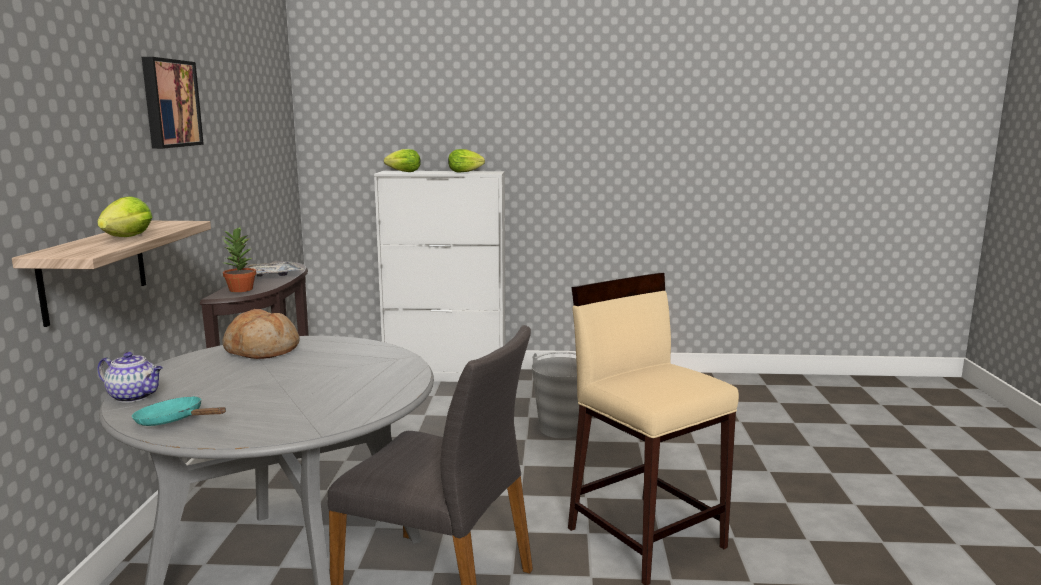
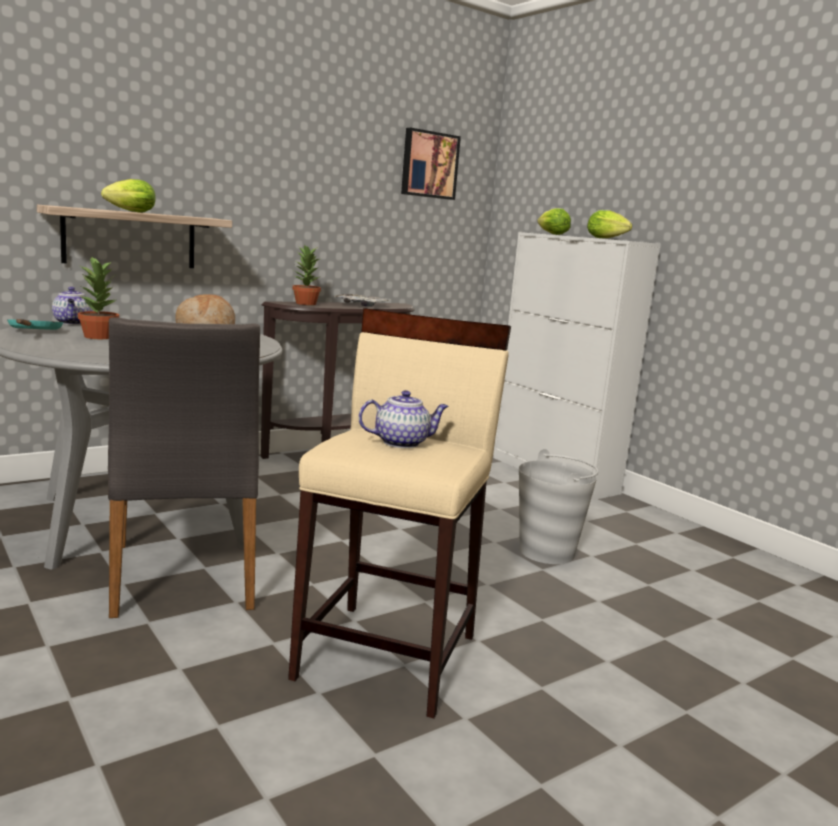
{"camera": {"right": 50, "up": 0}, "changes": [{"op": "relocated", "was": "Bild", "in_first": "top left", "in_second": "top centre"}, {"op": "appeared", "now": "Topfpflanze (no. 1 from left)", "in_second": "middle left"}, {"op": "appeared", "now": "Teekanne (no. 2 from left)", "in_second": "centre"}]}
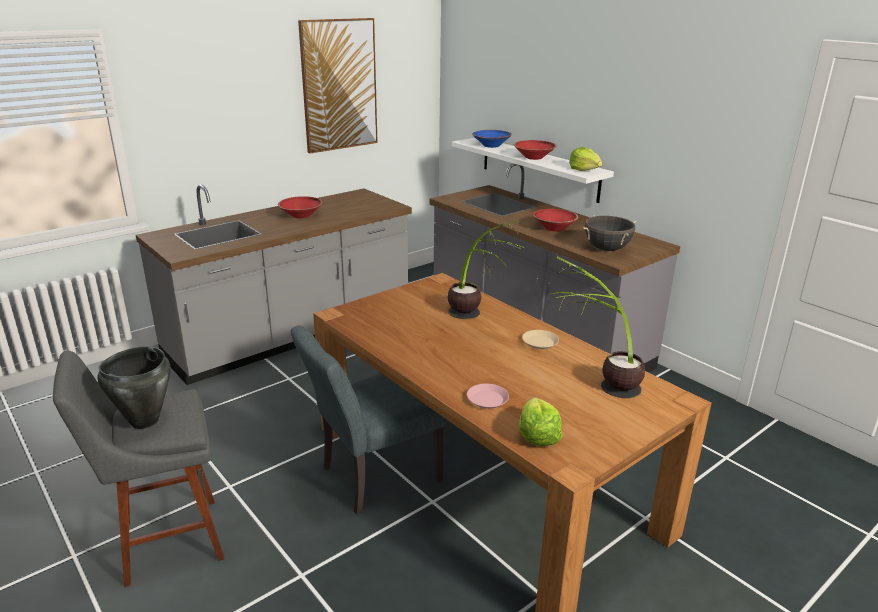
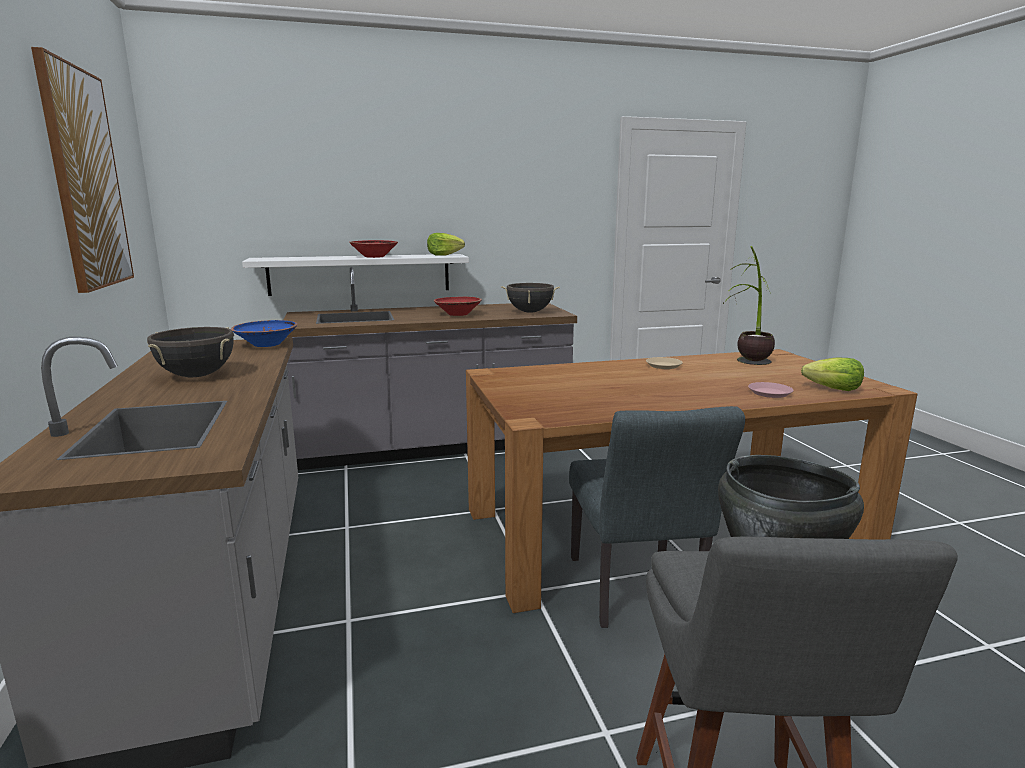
{"camera": {"right": -65, "up": -10}, "changes": [{"op": "exchanged", "was": "Schüssel/rot (no. 1 from left)", "now": "Kochtopf/schwarz (no. 1 from left)", "in_first": "centre", "in_second": "middle left"}, {"op": "missing", "was": "Topfpflanze (no. 1 from left)", "in_first": "centre"}, {"op": "relocated", "was": "Schüssel/blau", "in_first": "top centre", "in_second": "middle left"}]}
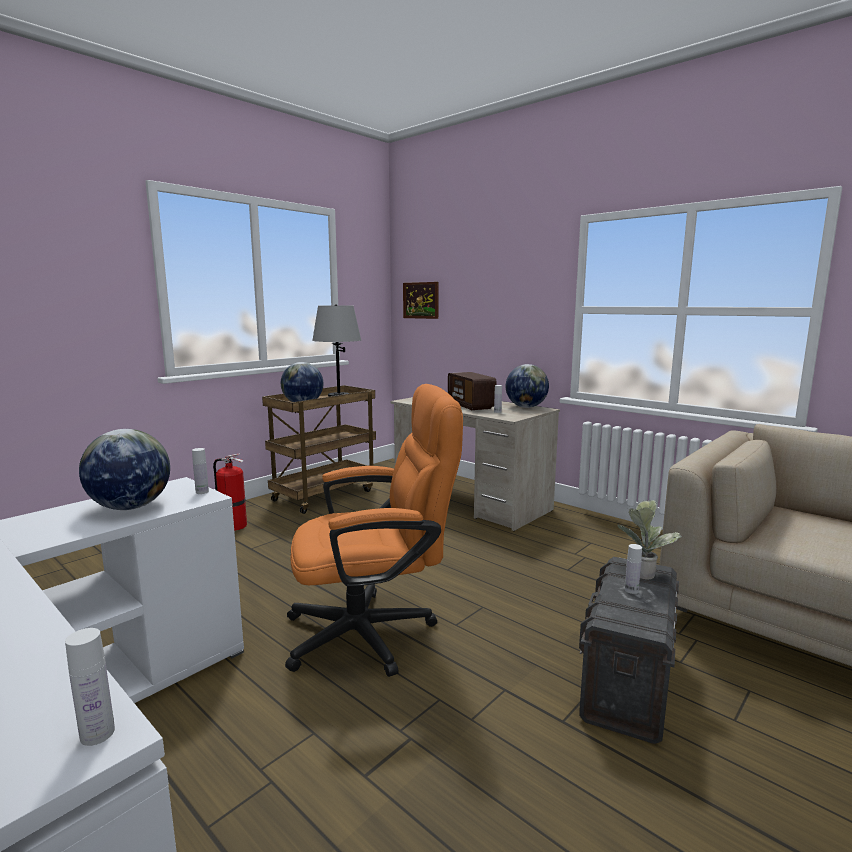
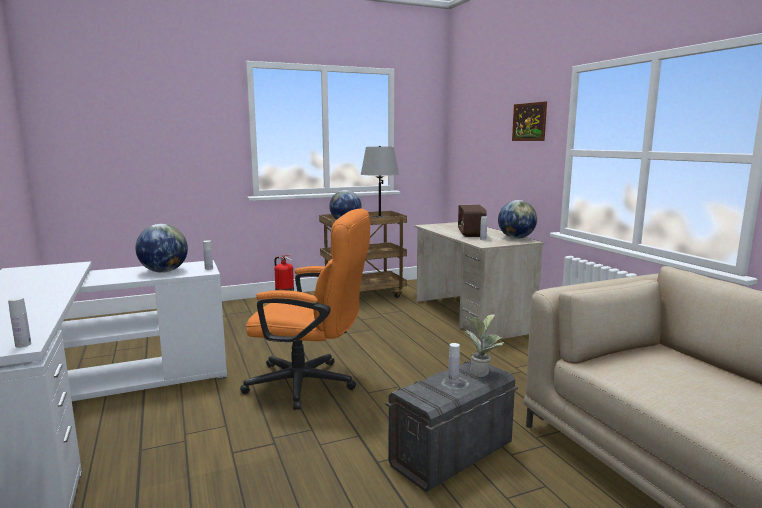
{"camera": {"right": 25, "up": 0}, "changes": [{"op": "relocated", "was": "Bild", "in_first": "centre", "in_second": "top right"}]}
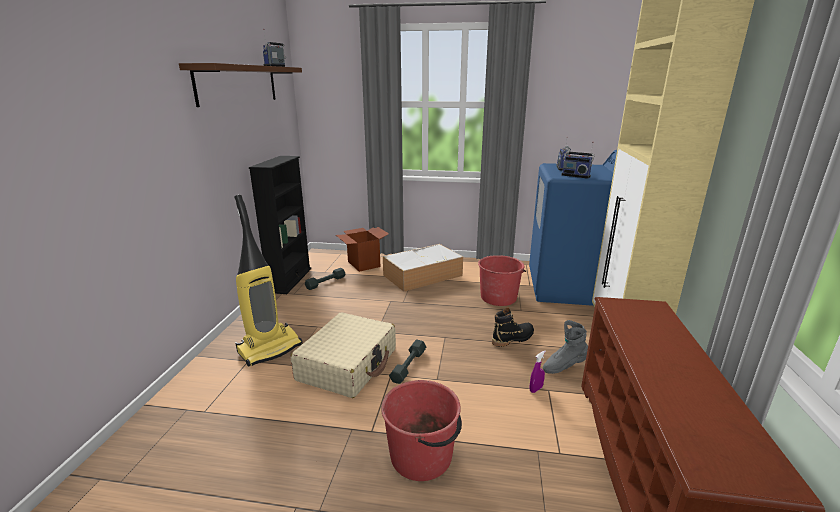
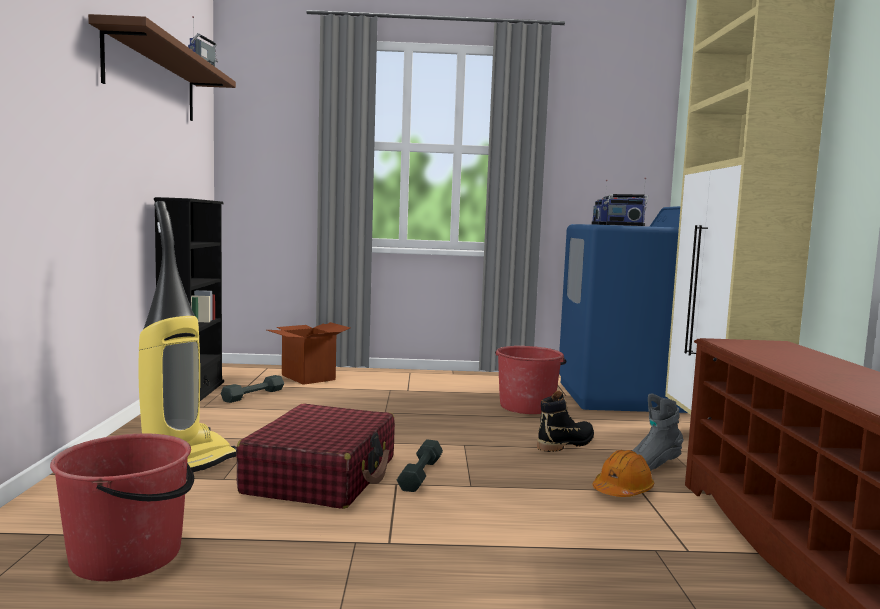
{"camera": {"right": -10, "up": -15}, "changes": [{"op": "colour", "was": "Koffer/beige", "now": "Koffer/rot", "in_first": "bottom centre", "in_second": "bottom centre"}, {"op": "relocated", "was": "Eimer/rot (no. 1 from left)", "in_first": "bottom centre", "in_second": "bottom left"}, {"op": "missing", "was": "Aufbewahrungsbox", "in_first": "centre"}, {"op": "exchanged", "was": "Sprühflasche/lila", "now": "Schutzhelm/orange", "in_first": "bottom centre", "in_second": "bottom right"}]}
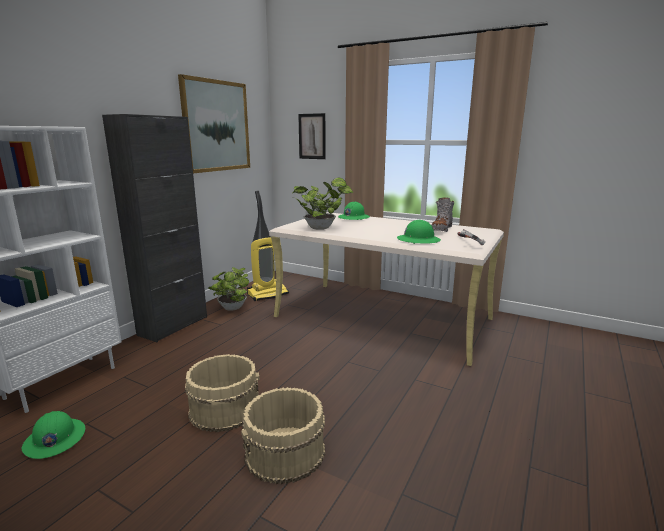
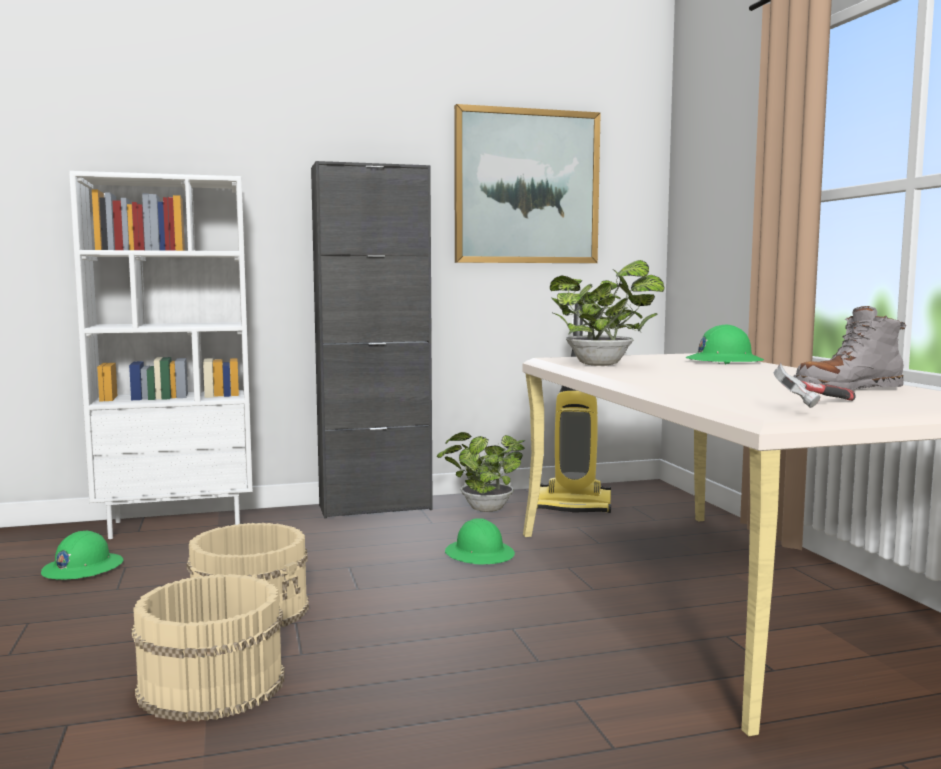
{"camera": {"right": 45, "up": -10}, "changes": [{"op": "missing", "was": "Bild (no. 2 from left)", "in_first": "top centre"}, {"op": "relocated", "was": "Schutzhelm/grün (no. 3 from left in the first image)", "now": "Schutzhelm/grün (no. 2 from left)", "in_first": "centre", "in_second": "bottom centre"}]}
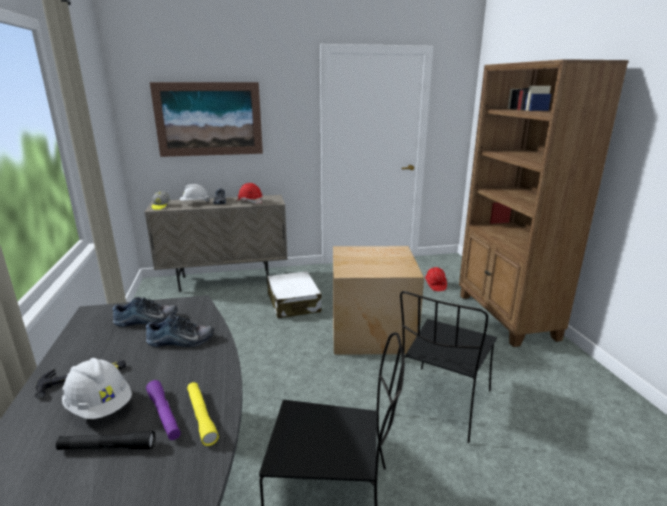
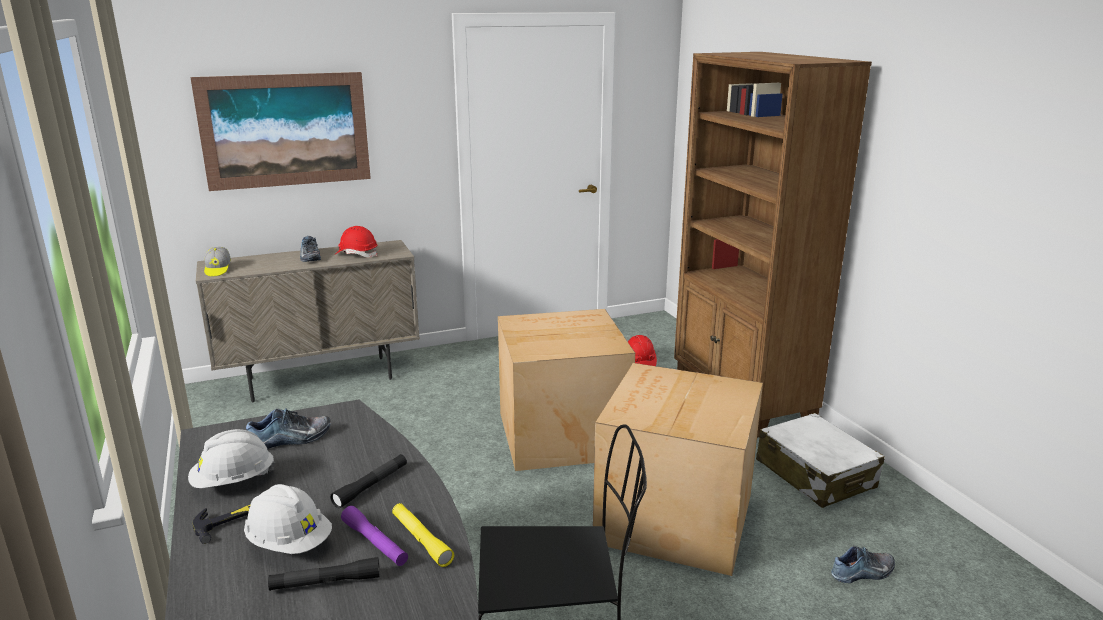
{"camera": {"right": -10, "up": 0}, "changes": [{"op": "relocated", "was": "Schuh (no. 2 from left in the first image)", "now": "Schuh (no. 3 from left)", "in_first": "middle left", "in_second": "bottom right"}, {"op": "relocated", "was": "Schutzhelm/weiß (no. 2 from left in the first image)", "now": "Schutzhelm/weiß (no. 1 from left)", "in_first": "middle left", "in_second": "bottom left"}, {"op": "relocated", "was": "Koffer/weiß", "in_first": "centre", "in_second": "bottom right"}, {"op": "exchanged", "was": "Stuhl/schwarz (no. 2 from left)", "now": "Karton (no. 2 from left)", "in_first": "bottom right", "in_second": "bottom centre"}, {"op": "appeared", "now": "Taschenlampe/schwarz (no. 2 from left)", "in_second": "bottom centre"}]}
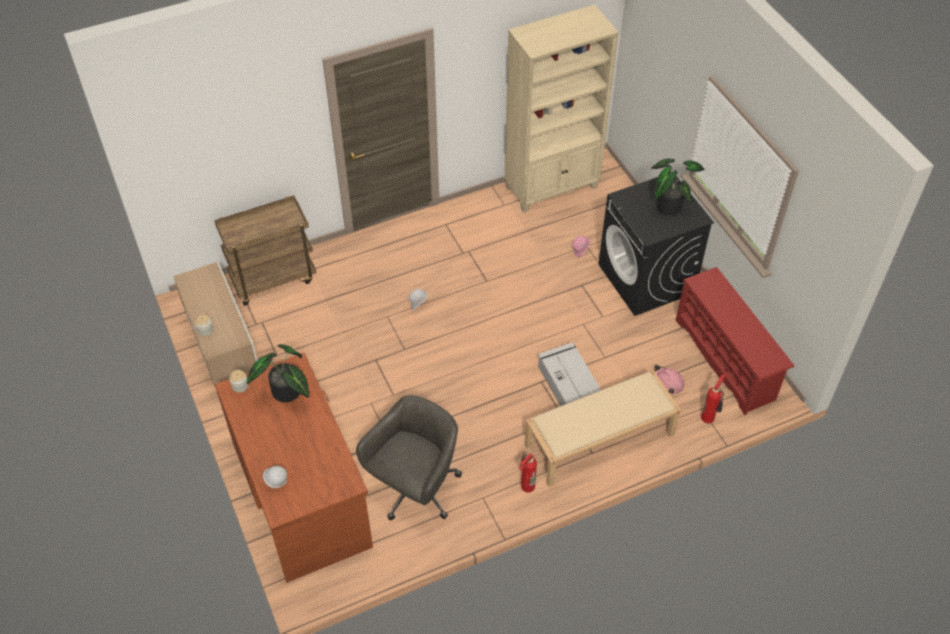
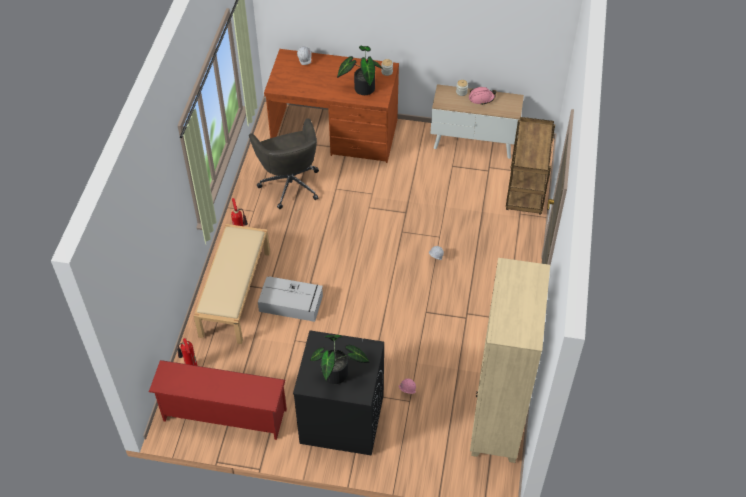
{"camera": {"right": 125, "up": 0}, "changes": [{"op": "relocated", "was": "Schutzhelm/rosa (no. 2 from left)", "in_first": "middle right", "in_second": "top centre"}]}
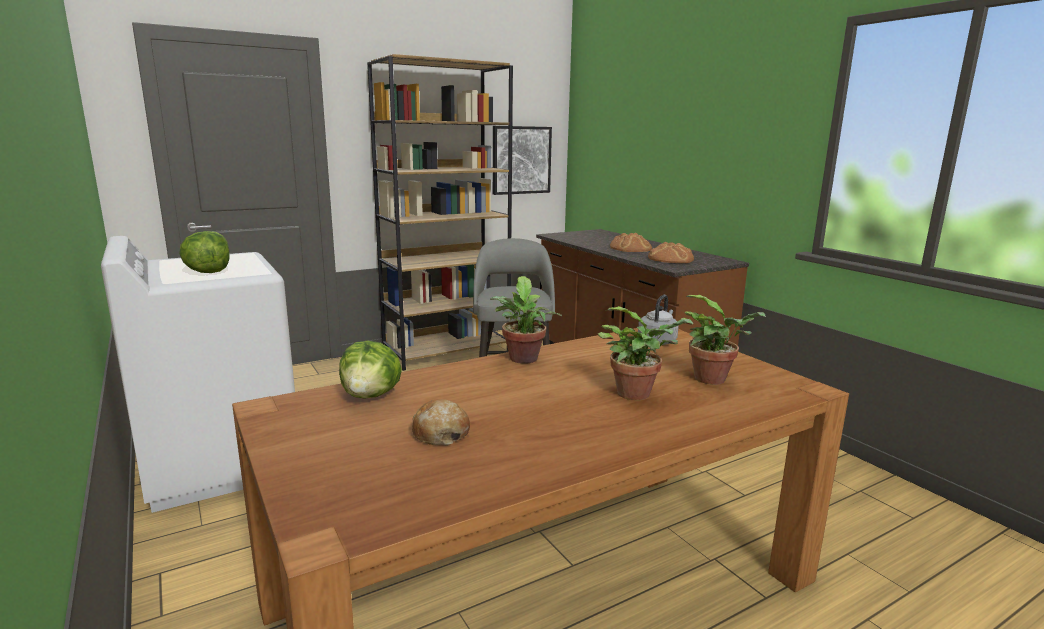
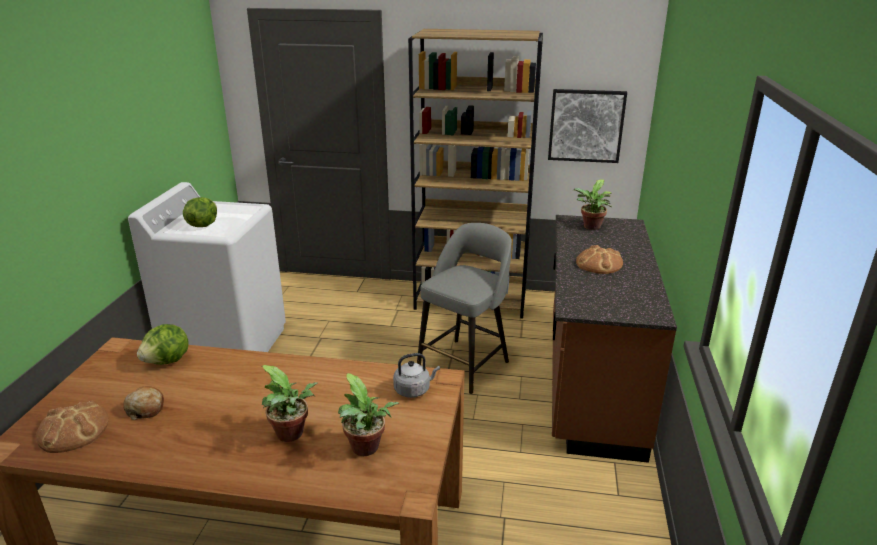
{"camera": {"right": 40, "up": 10}, "changes": [{"op": "relocated", "was": "Topfpflanze (no. 1 from left in the first image)", "now": "Topfpflanze (no. 3 from left)", "in_first": "centre", "in_second": "middle right"}, {"op": "relocated", "was": "Brot (no. 3 from left in the first image)", "now": "Brot (no. 1 from left)", "in_first": "centre", "in_second": "bottom left"}]}
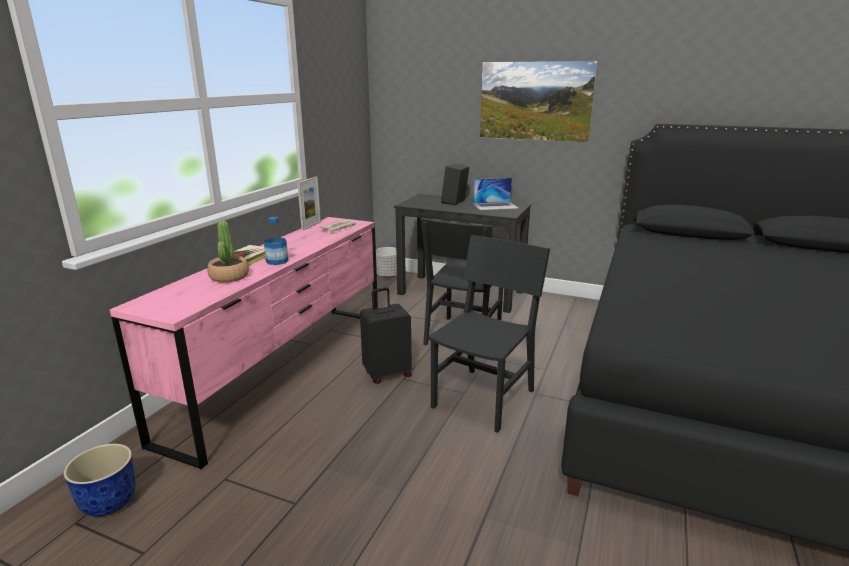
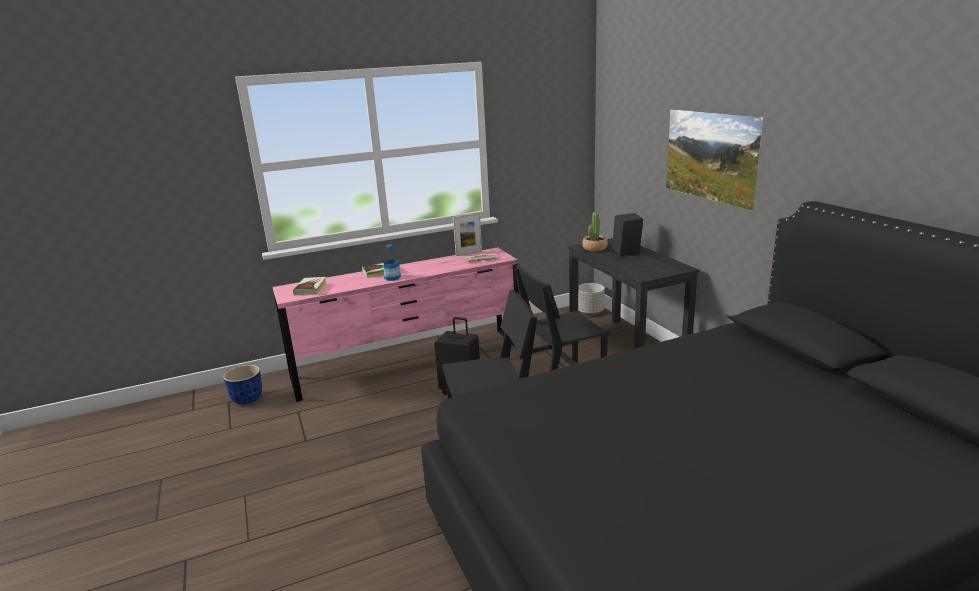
{"camera": {"right": 45, "up": 0}, "changes": [{"op": "relocated", "was": "Topfpflanze", "in_first": "middle left", "in_second": "centre"}, {"op": "missing", "was": "Laptop", "in_first": "centre"}, {"op": "appeared", "now": "Buch (no. 1 from left)", "in_second": "middle left"}]}
